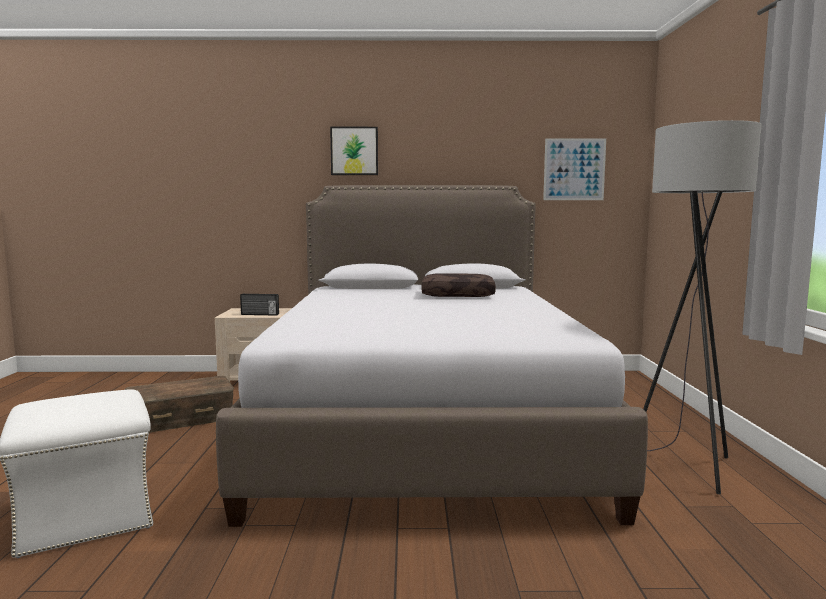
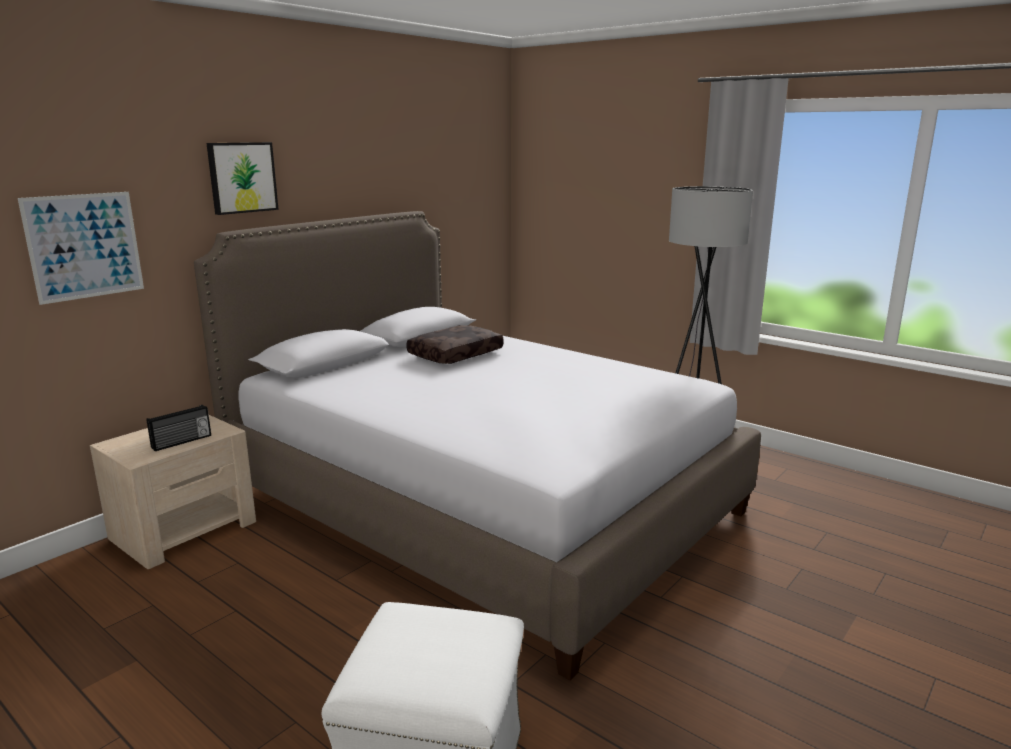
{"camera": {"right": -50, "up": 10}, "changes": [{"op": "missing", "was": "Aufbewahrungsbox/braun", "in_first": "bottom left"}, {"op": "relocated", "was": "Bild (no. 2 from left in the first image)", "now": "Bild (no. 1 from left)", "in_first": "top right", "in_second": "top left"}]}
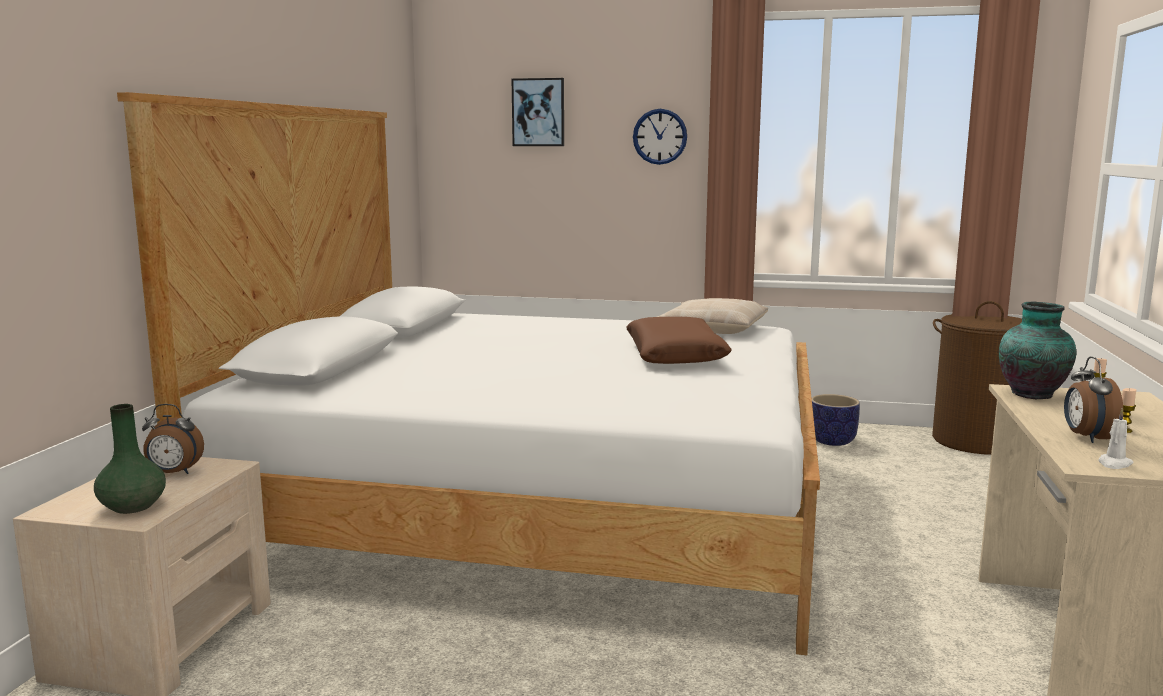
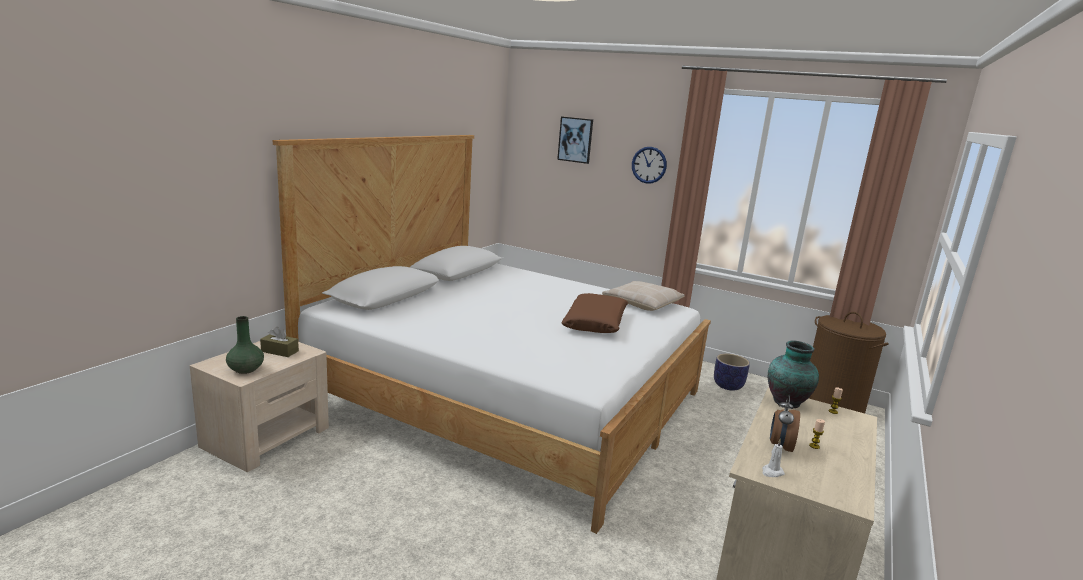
{"camera": {"right": 15, "up": 5}, "changes": [{"op": "exchanged", "was": "Wecker (no. 1 from left)", "now": "Taschentuchbox/braun", "in_first": "middle left", "in_second": "middle left"}]}
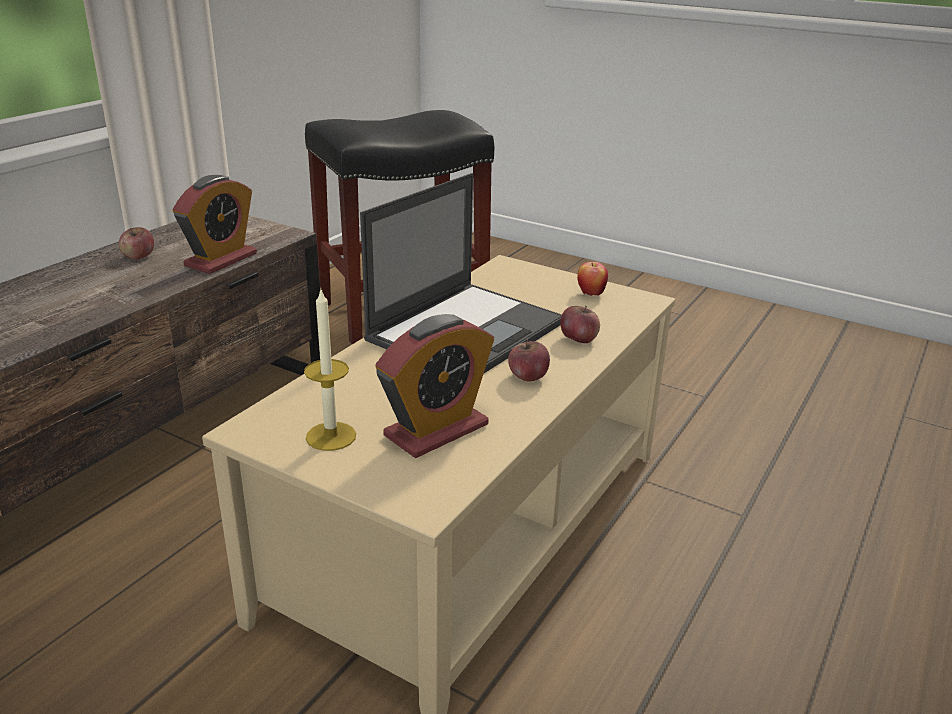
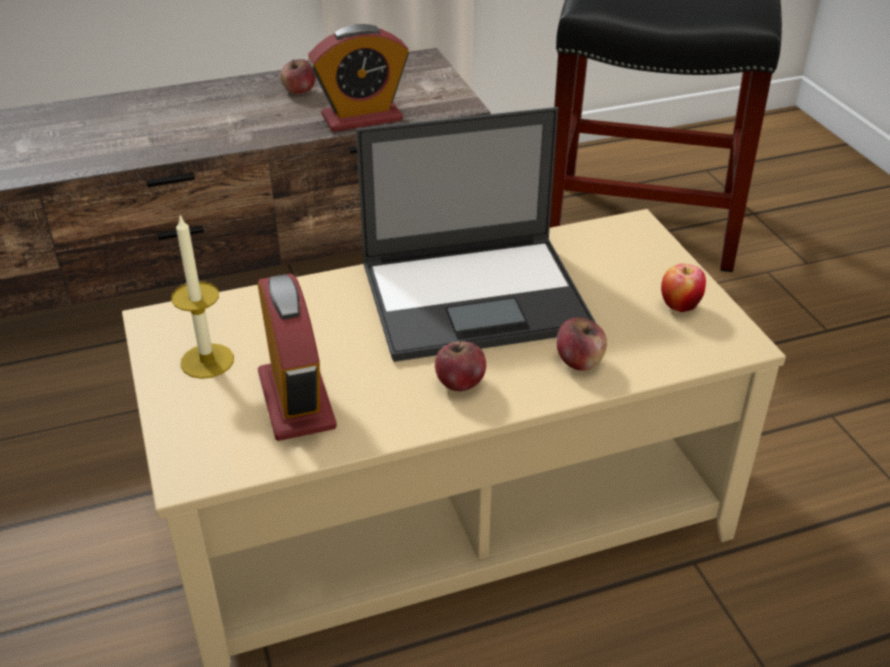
{"camera": {"right": 40, "up": 10}, "changes": [{"op": "spun", "was": "Wecker (no. 2 from left in the first image)", "in_first": "centre", "in_second": "centre", "clockwise": -105}]}
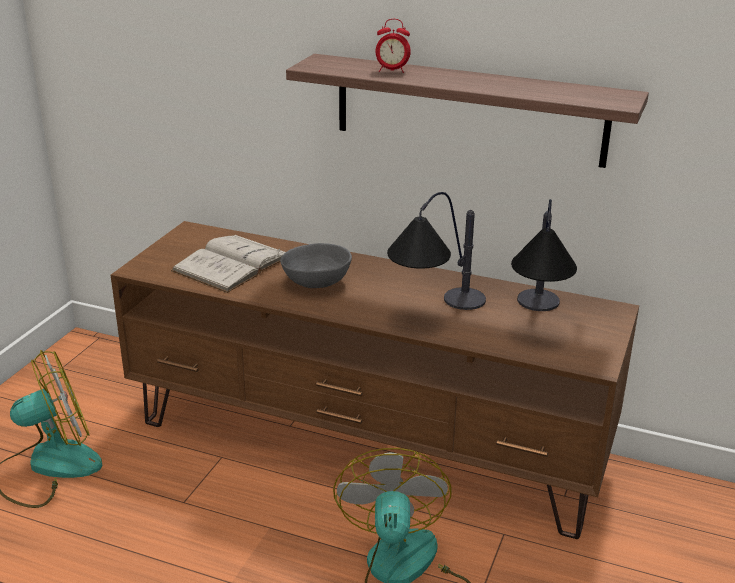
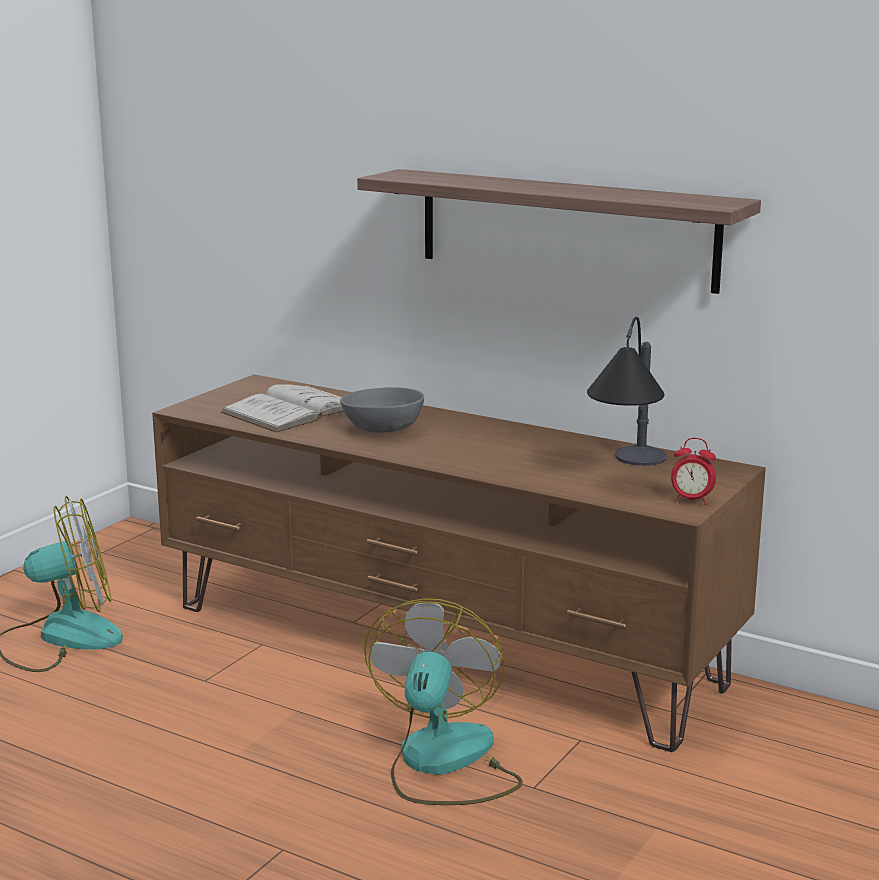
{"camera": {"right": 10, "up": -10}, "changes": [{"op": "relocated", "was": "Wecker", "in_first": "top centre", "in_second": "middle right"}, {"op": "missing", "was": "Tischlampe (no. 1 from left)", "in_first": "centre"}]}
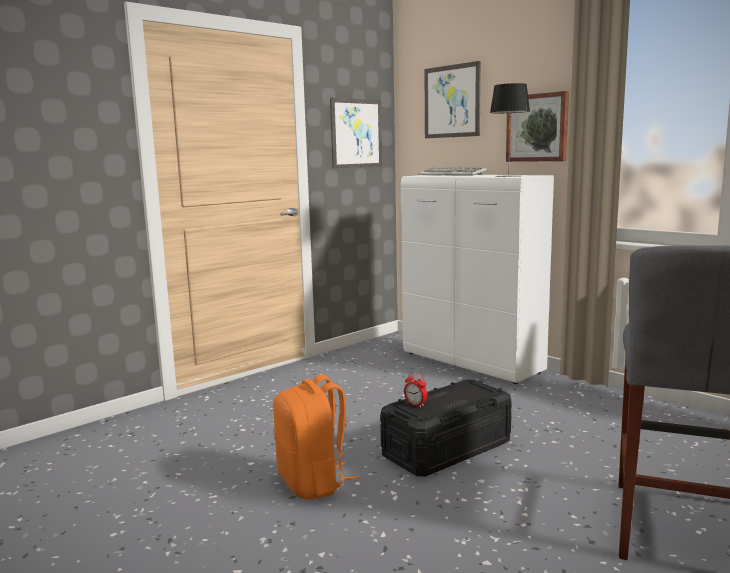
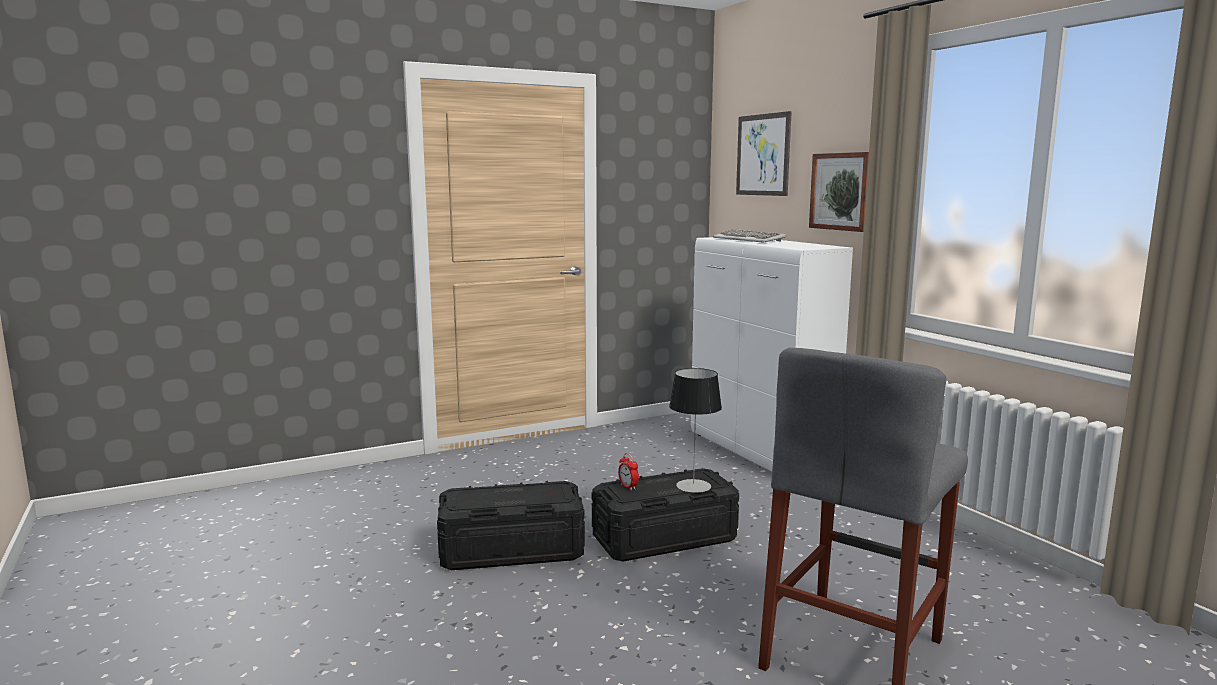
{"camera": {"right": 15, "up": 0}, "changes": [{"op": "exchanged", "was": "Rucksack/orange", "now": "Aufbewahrungsbox/schwarz (no. 1 from left)", "in_first": "bottom centre", "in_second": "bottom centre"}, {"op": "missing", "was": "Bild (no. 1 from left)", "in_first": "top centre"}, {"op": "relocated", "was": "Tischlampe", "in_first": "top right", "in_second": "centre"}]}
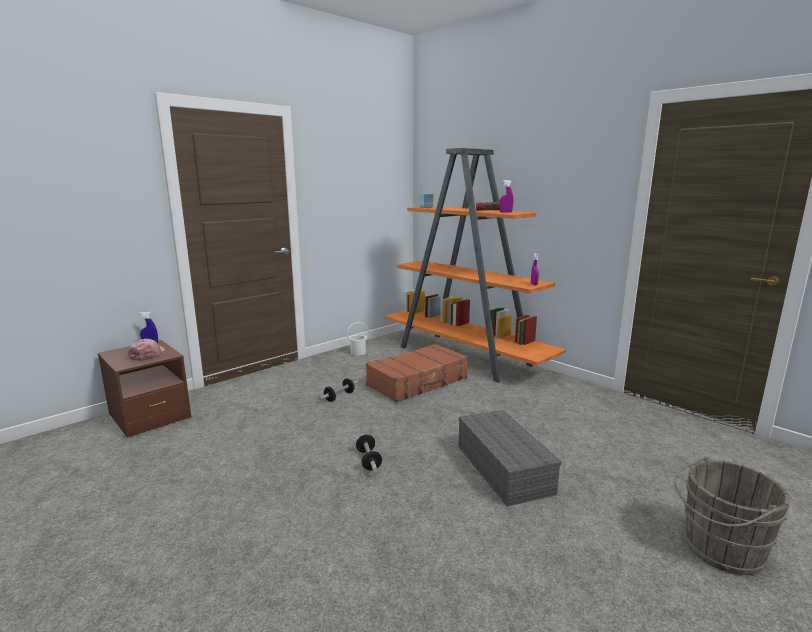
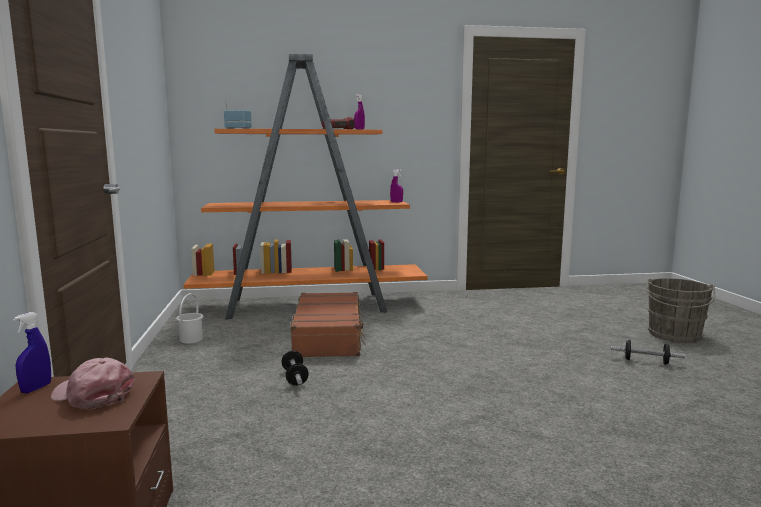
{"camera": {"right": -55, "up": -5}, "changes": [{"op": "relocated", "was": "Hantel (no. 2 from left)", "in_first": "bottom centre", "in_second": "bottom right"}, {"op": "missing", "was": "Aufbewahrungsbox/grau", "in_first": "bottom centre"}]}
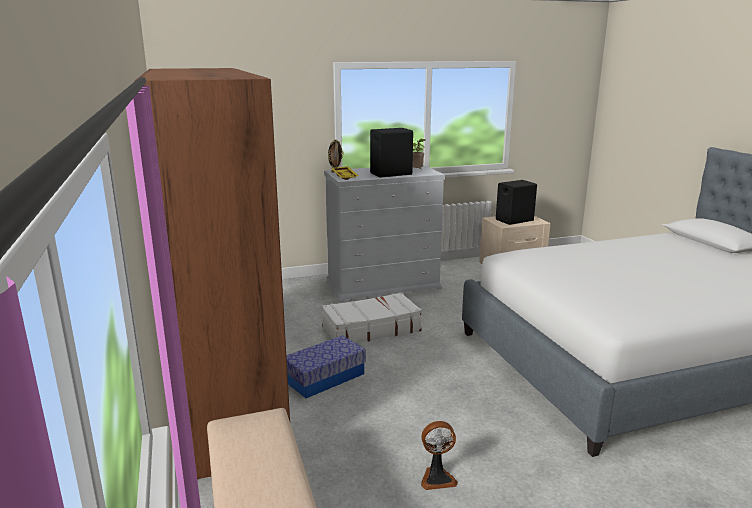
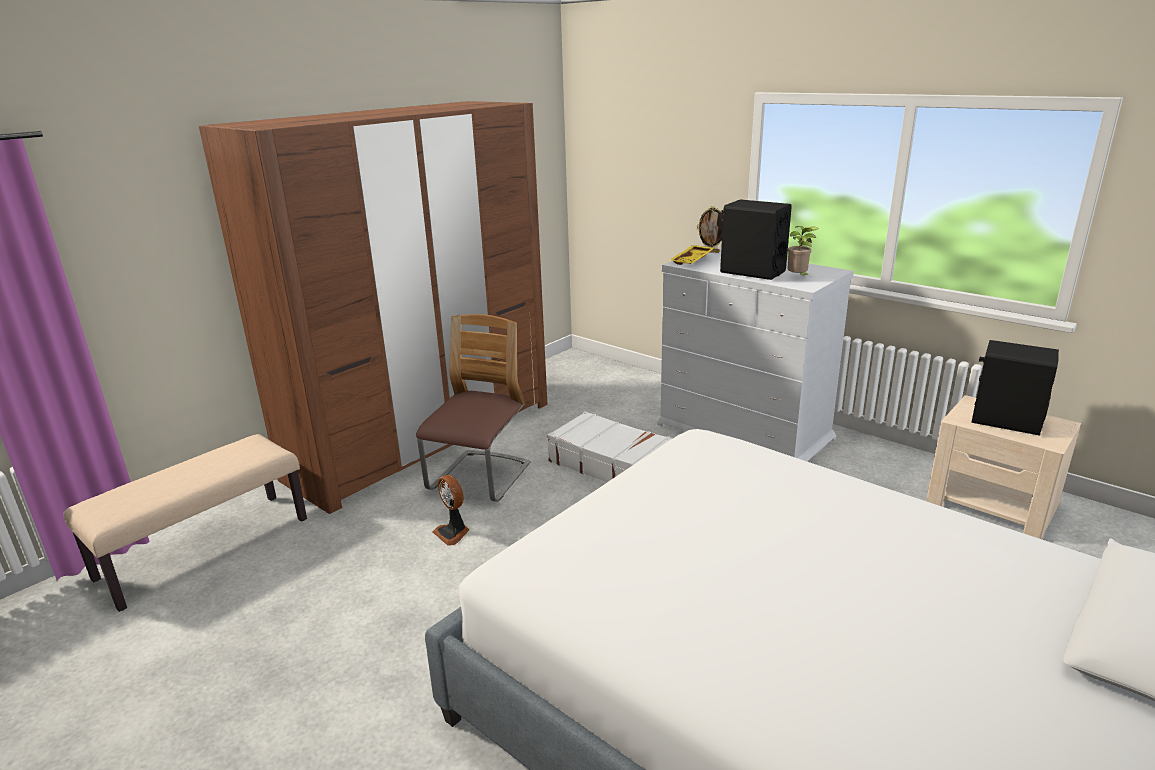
{"camera": {"right": 60, "up": 5}, "changes": [{"op": "exchanged", "was": "Aufbewahrungsbox", "now": "Stuhl", "in_first": "bottom centre", "in_second": "centre"}, {"op": "relocated", "was": "Ventilator", "in_first": "bottom centre", "in_second": "centre"}]}
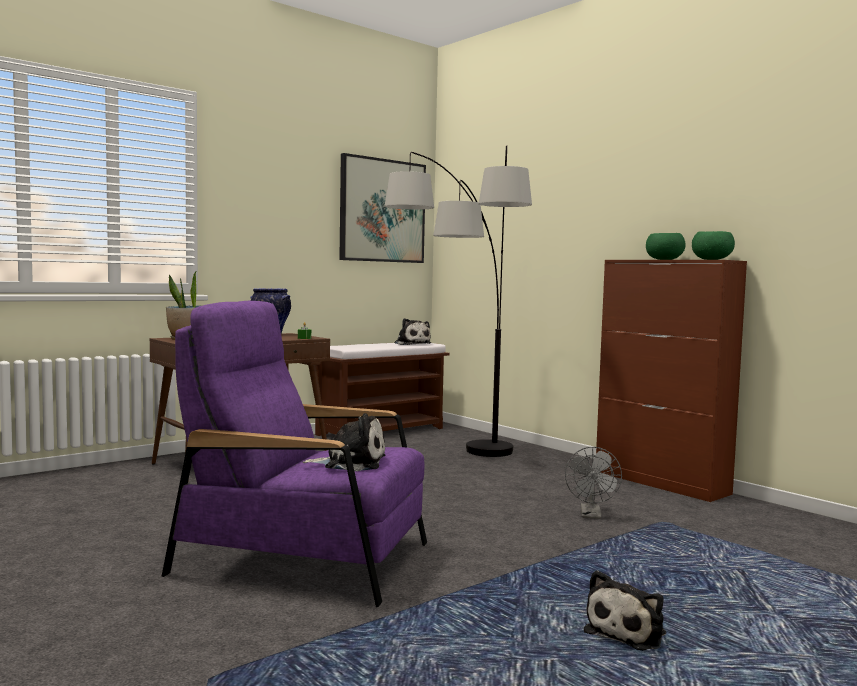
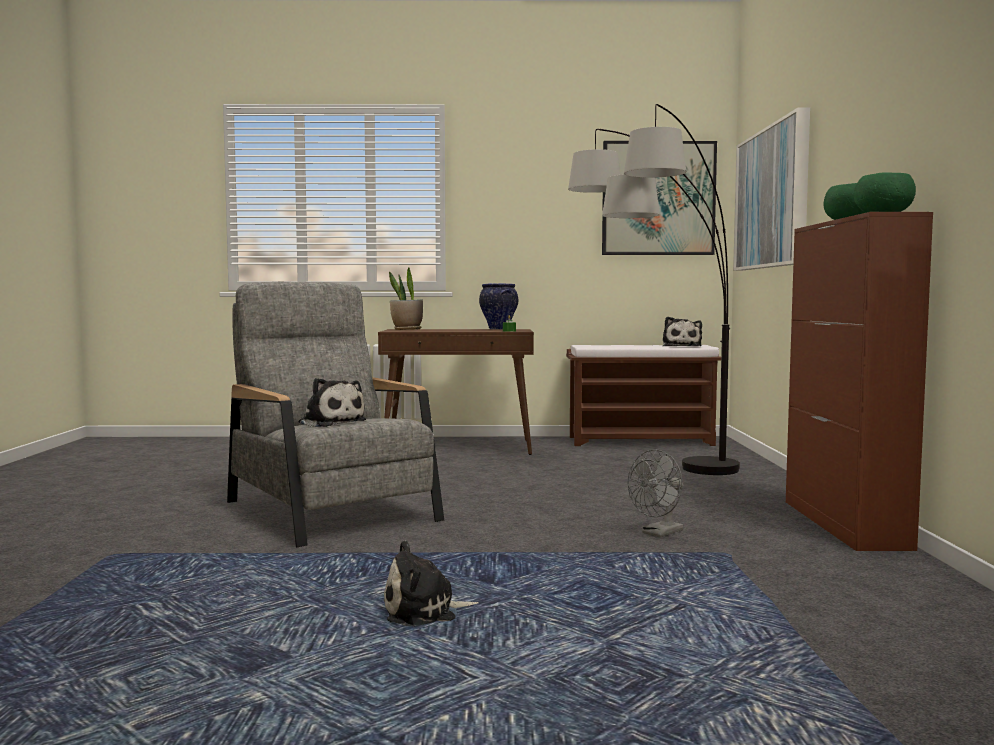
{"camera": {"right": 40, "up": 0}, "changes": [{"op": "colour", "was": "Sessel/lila", "now": "Sessel/grau", "in_first": "centre", "in_second": "centre"}, {"op": "appeared", "now": "Bild (no. 2 from left)", "in_second": "top right"}]}
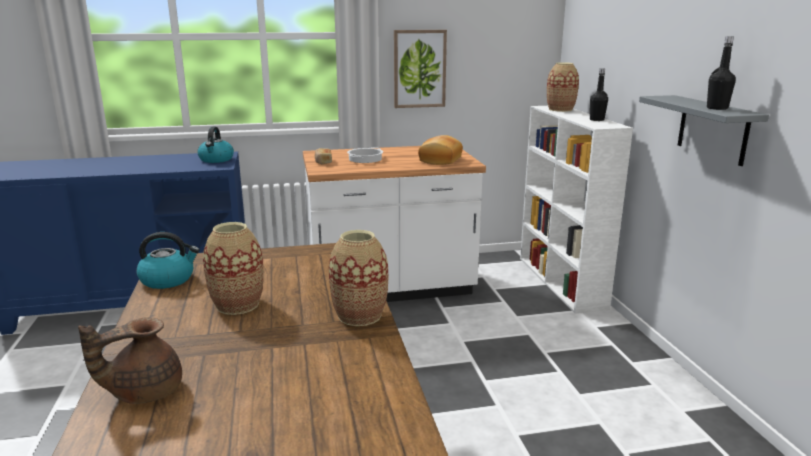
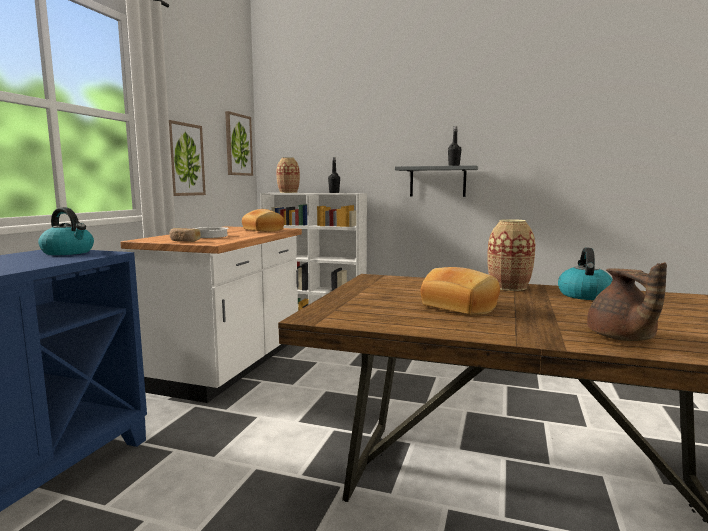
{"camera": {"right": -60, "up": -10}, "changes": [{"op": "relocated", "was": "Wasserkessel (no. 1 from left in the first image)", "now": "Wasserkessel (no. 2 from left)", "in_first": "middle left", "in_second": "middle right"}, {"op": "exchanged", "was": "Vase (no. 1 from left)", "now": "Brot (no. 3 from left)", "in_first": "middle left", "in_second": "centre"}, {"op": "appeared", "now": "Bild (no. 2 from left)", "in_second": "top centre"}]}
